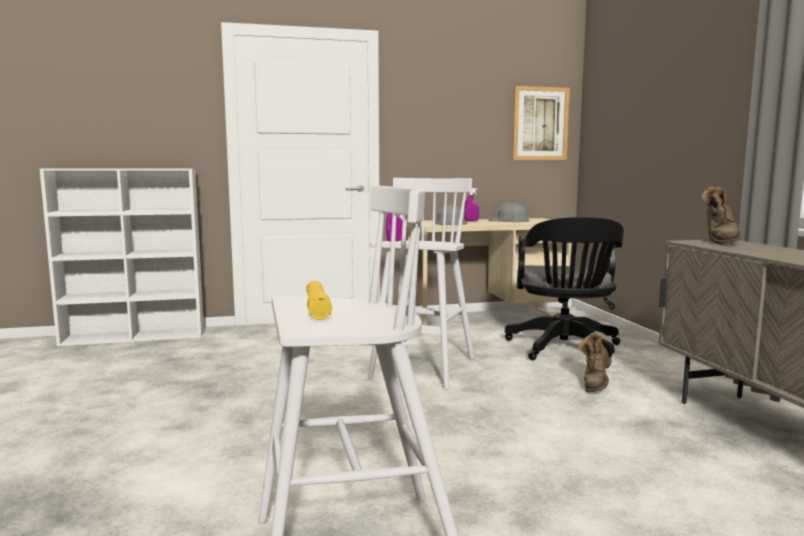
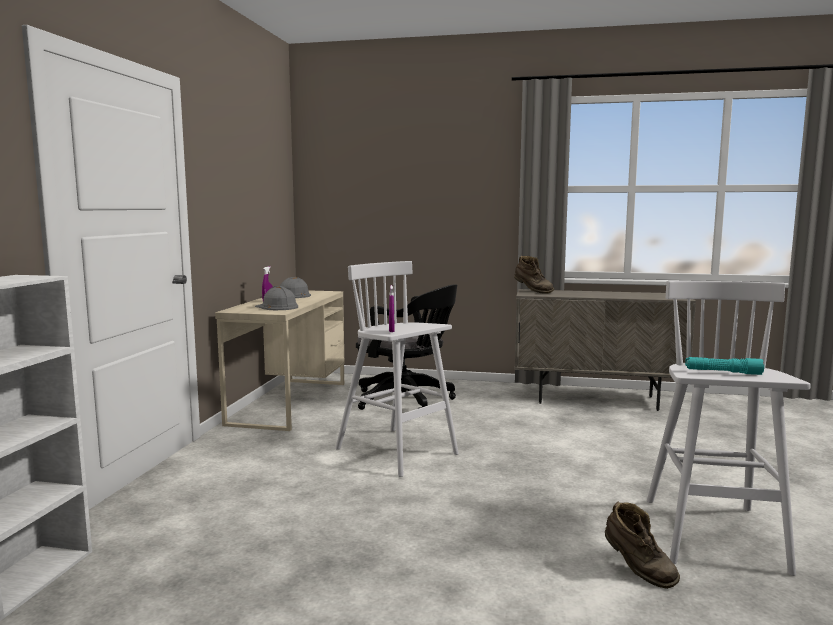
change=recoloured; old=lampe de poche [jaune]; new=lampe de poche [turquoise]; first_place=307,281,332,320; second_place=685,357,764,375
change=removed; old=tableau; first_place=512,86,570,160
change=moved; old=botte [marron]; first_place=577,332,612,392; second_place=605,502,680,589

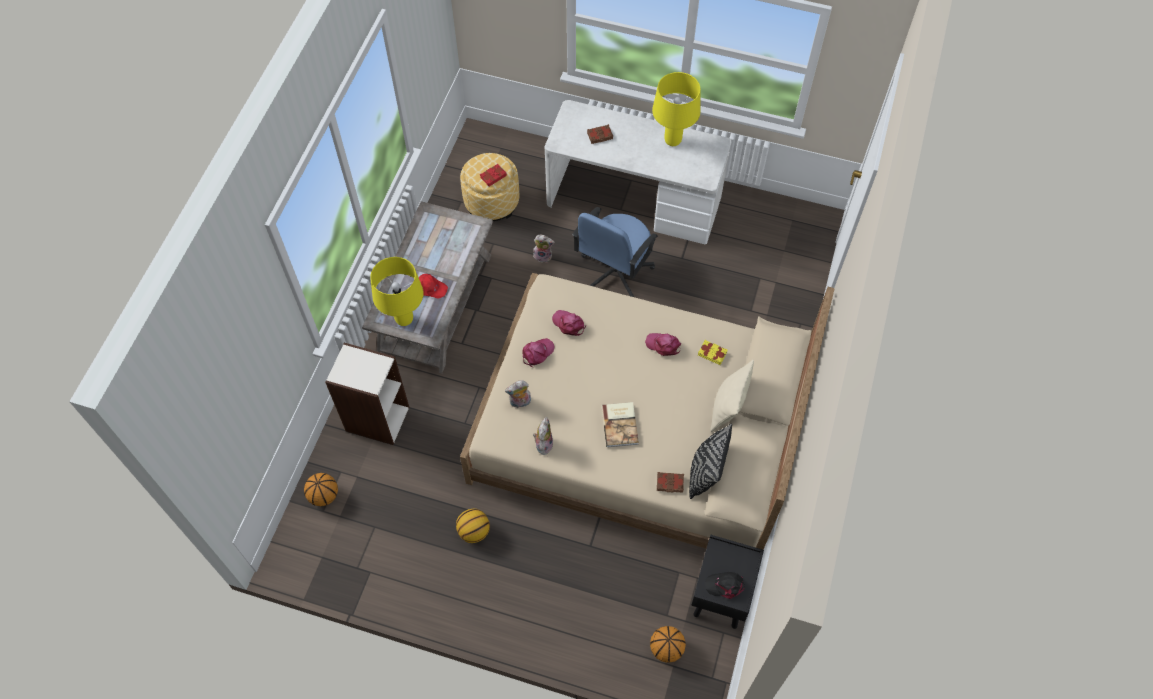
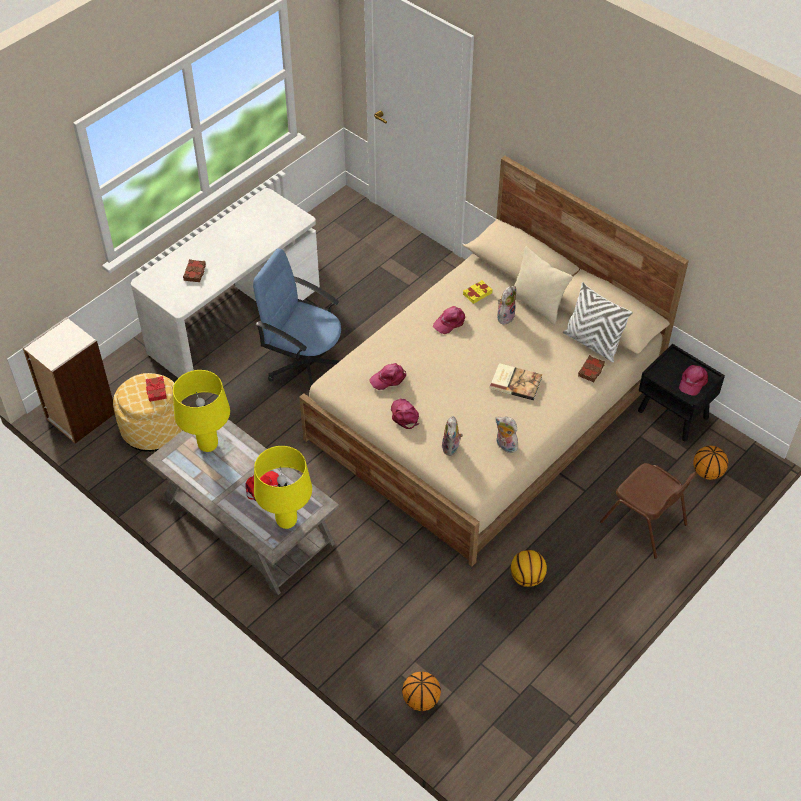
change=moved; old=bibliothèque; first_place=325,343,409,445; second_place=22,317,115,443
change=moved; old=peluche; first_place=533,235,555,263; second_place=497,286,516,325
change=turned; old=chaise de bureau [bleu]; first_place=572,207,658,297; second_place=253,248,341,387; degrees=150
change=moved; old=lampe de table [jaune]; first_place=652,72,700,146; second_place=173,370,230,452
change=recoloured; old=coussin [noir]; new=coussin [blanc]; first_place=689,424,732,499; second_place=563,282,633,362
change=recoloured; old=casquette [noir]; new=casquette [rose]; first_place=705,572,745,599; second_place=679,365,708,396
change=added; new=chaise [marron]; second_place=600,463,698,559

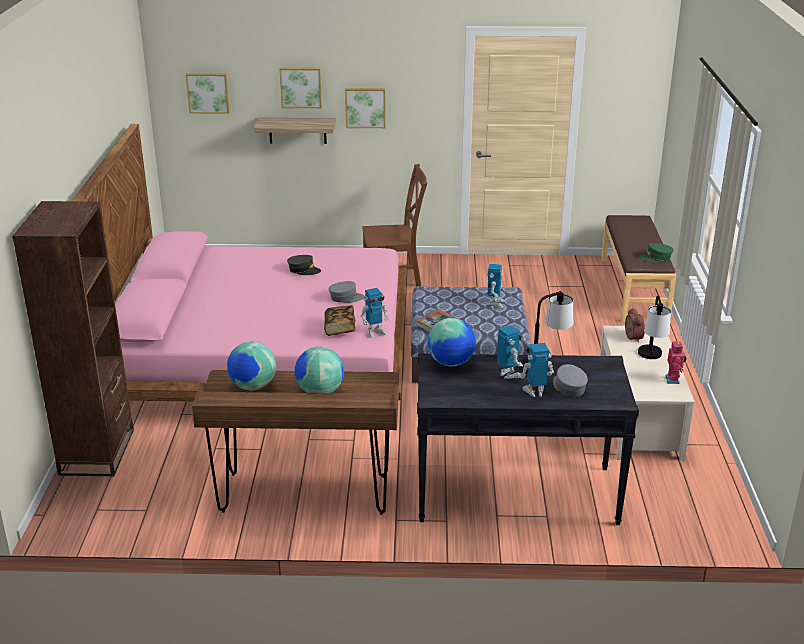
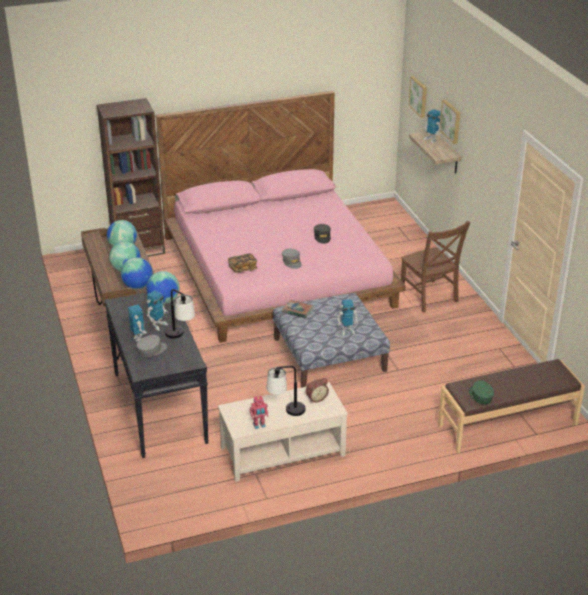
change=removed; old=tableau; first_place=345,88,386,128
change=moved; old=robot jouet; first_place=361,288,389,338; second_place=423,109,441,143
change=added; new=globe; second_place=121,257,153,289

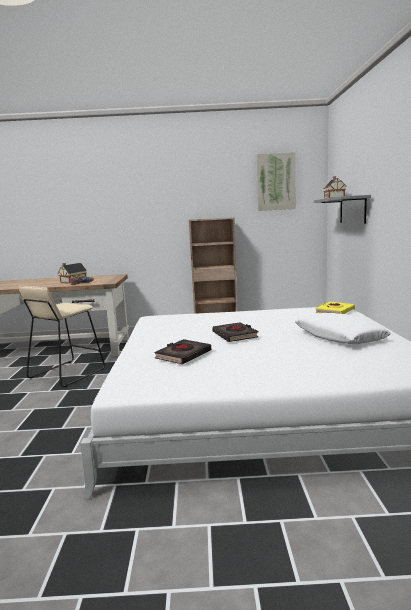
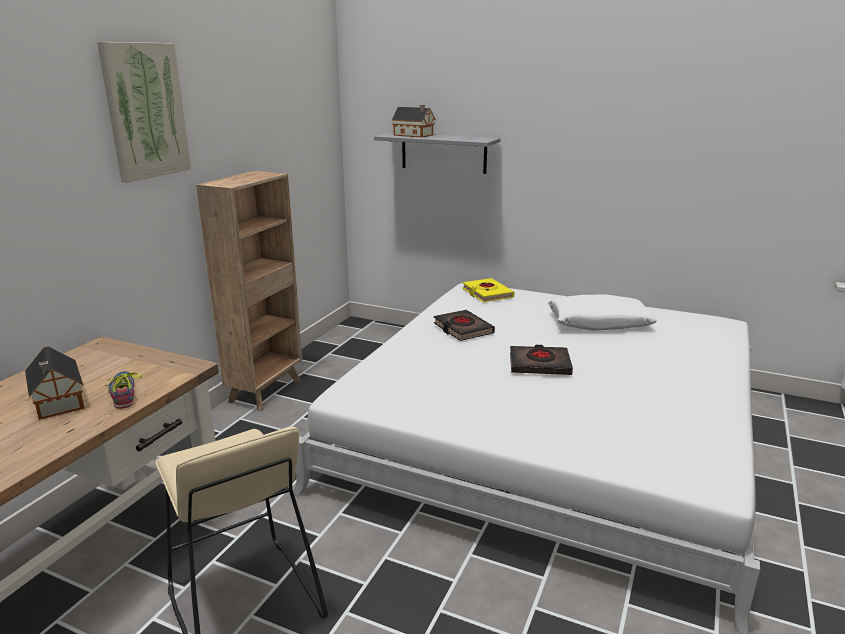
change=moved; old=livre [noir]; first_place=154,339,211,364; second_place=434,310,495,341
change=moved; old=tableau; first_place=257,152,295,211; second_place=97,42,191,183

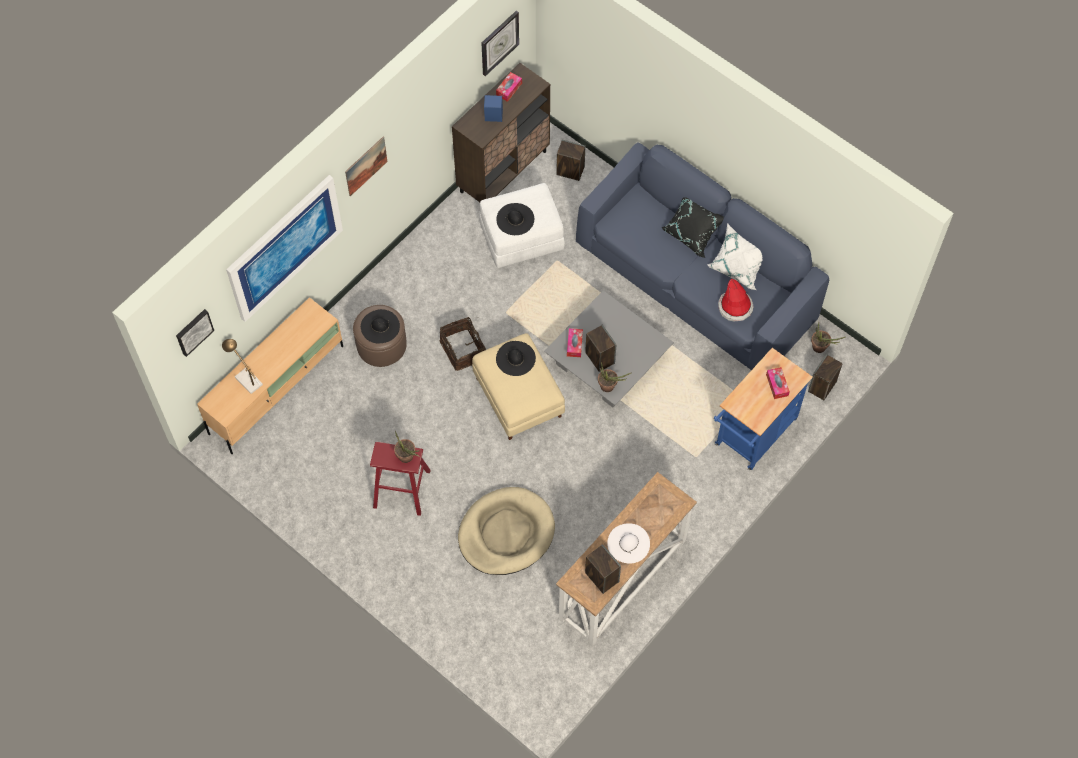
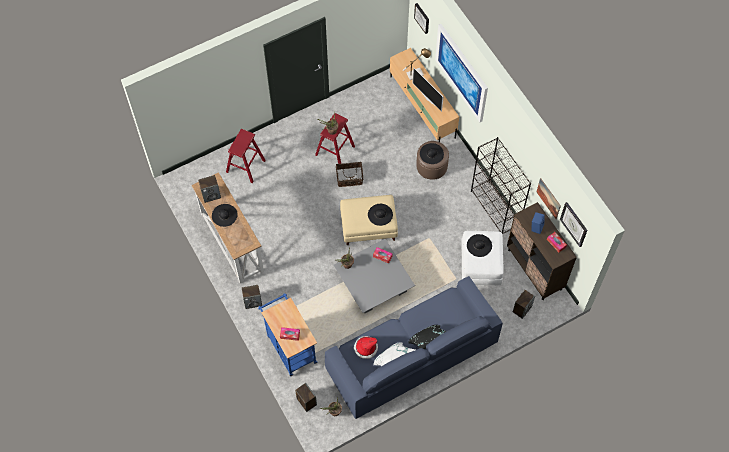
change=moved; old=tableau; first_place=345,137,387,196; second_place=537,178,561,219
change=moved; old=panier; first_place=440,317,486,371; second_place=336,162,363,187
change=removed; old=panier pour chien [beige]; first_place=458,487,555,575
change=moved; old=enceinte; first_place=585,325,617,372; second_place=242,285,262,309
change=recoloured; old=chapeau [blanc]; new=chapeau [noir]; first_place=607,523,650,564; second_place=212,204,238,227
change=added; new=tabouret [rouge]; second_place=226,129,266,183
change=added; new=téléviseur; second_place=413,68,443,112
change=added; new=bibliothèque [noir]; second_place=471,137,531,235

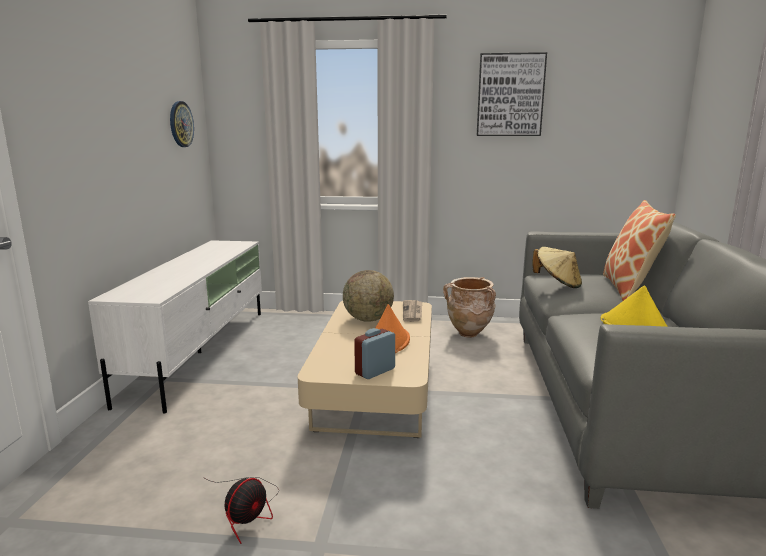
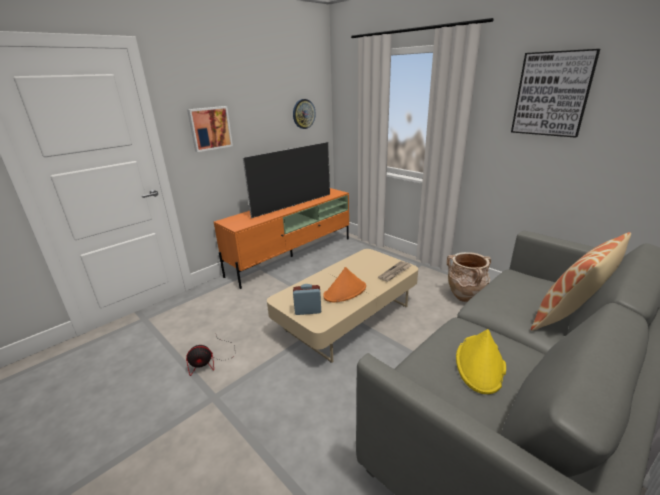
change=recoloured; old=meuble télé [blanc]; new=meuble télé [orange]; first_place=88,240,262,413; second_place=214,188,349,289
change=removed; old=globe; first_place=343,270,394,322
change=removed; old=chapeau [beige]; first_place=533,247,582,288
change=added; new=tableau; second_place=187,106,233,152
change=added; new=téléviseur; second_place=243,142,330,218

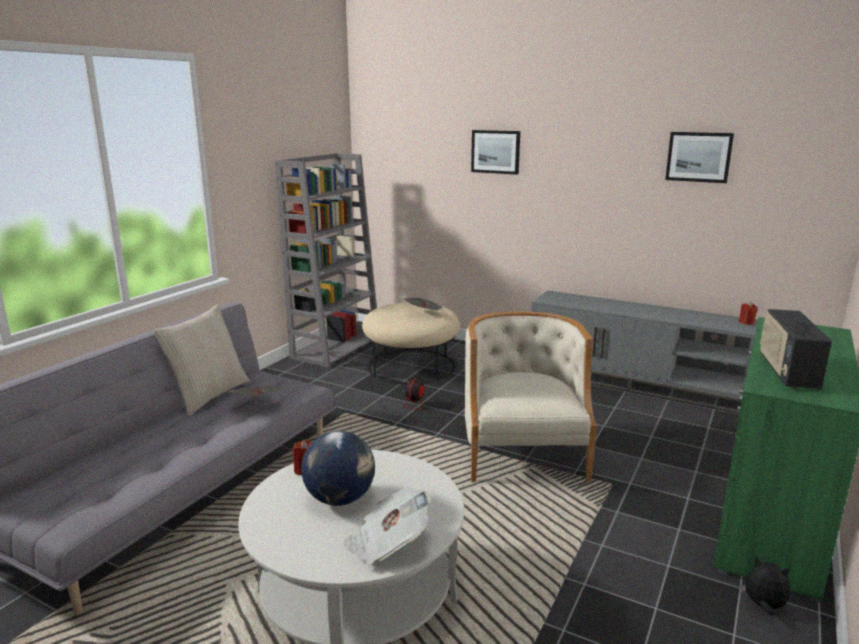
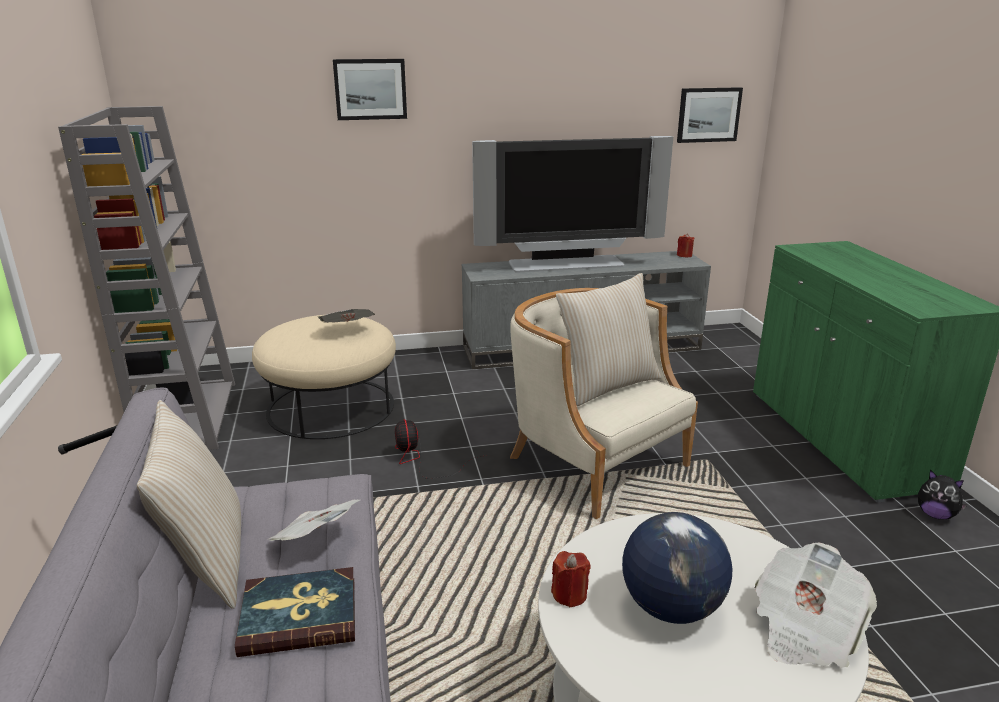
change=moved; old=tableau; first_place=665,132,734,183; second_place=677,87,743,143
change=turned; old=peluche; first_place=739,556,790,616; second_place=918,470,968,519; degrees=-135
change=removed; old=radio; first_place=760,309,832,389
change=added; new=livre; second_place=235,567,355,657
change=added; new=téléviseur; second_place=472,136,673,272
change=added; new=coussin [beige]; second_place=556,273,661,406

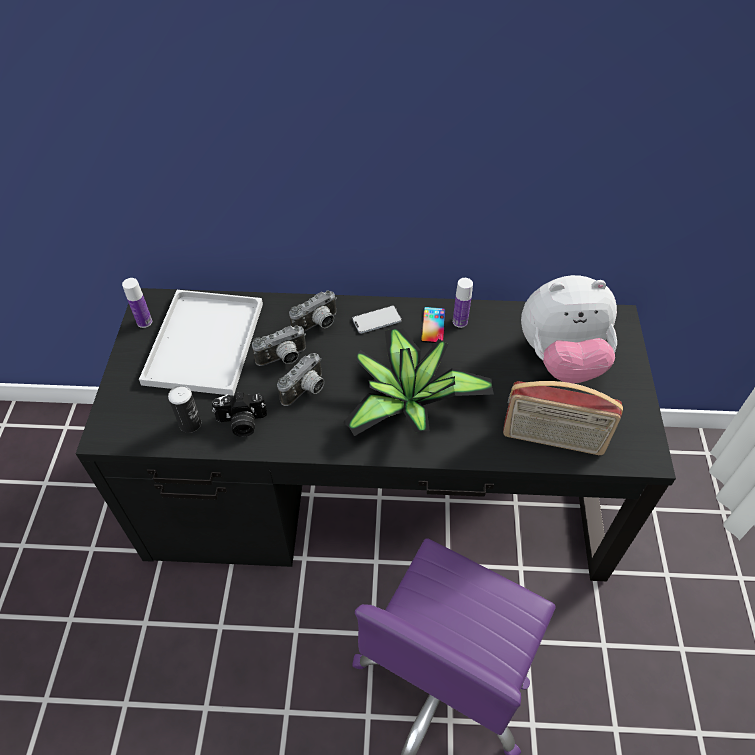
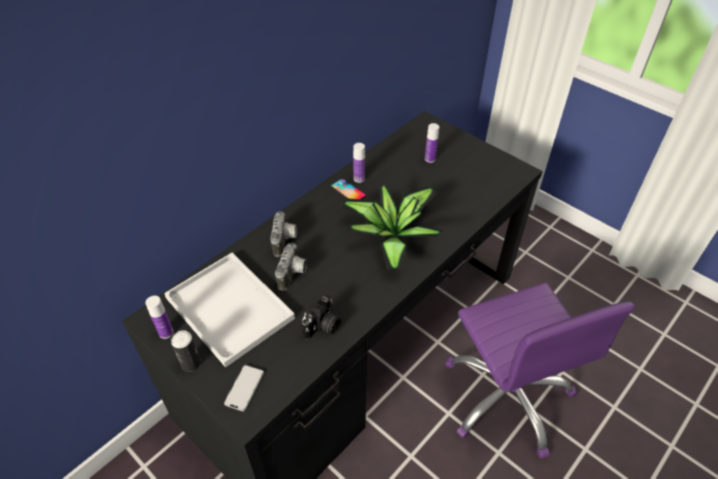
change=moved; old=boîte métallique; first_place=168,385,201,433; second_place=171,331,201,372
change=removed; old=appareil photo; first_place=277,353,325,406
change=moved; old=téléphone; first_place=353,306,402,334; second_place=224,365,264,411
change=removed; old=radio; first_place=503,381,623,455
change=replaced; old=peluche; new=bouteille; first_place=521,275,617,384; second_place=425,123,439,163

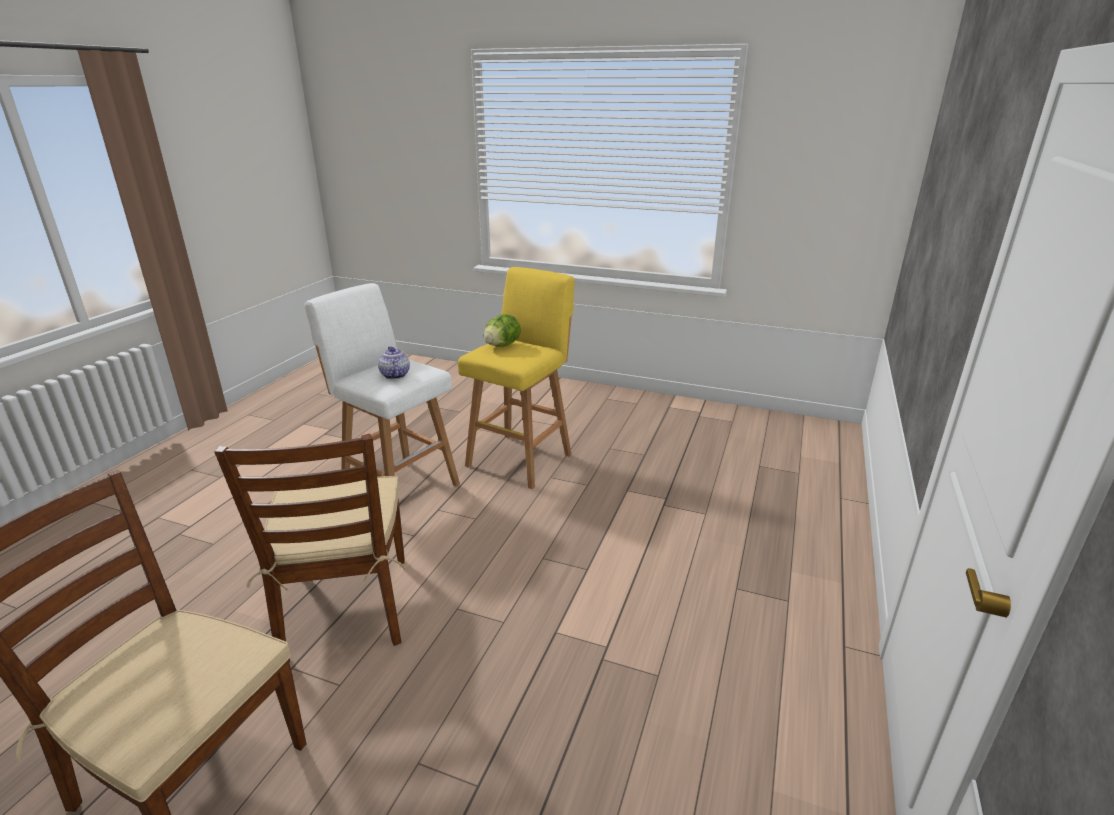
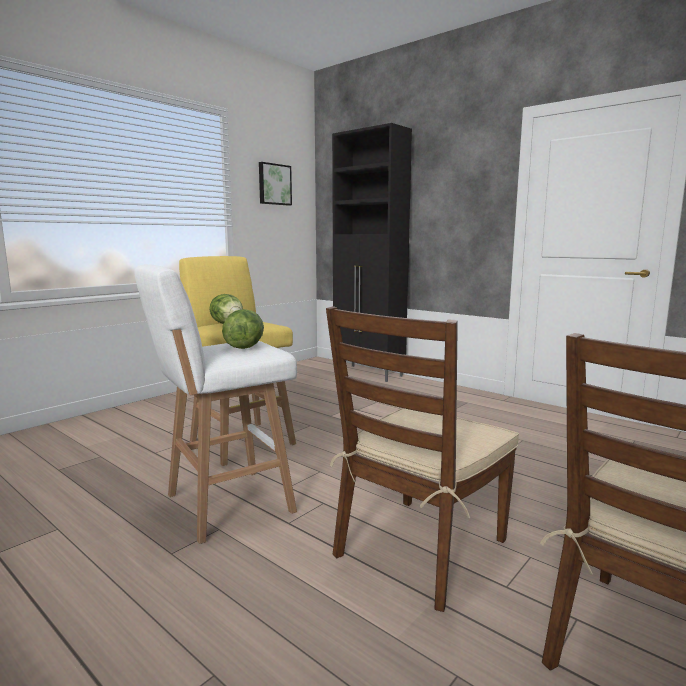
change=turned; old=chaise [marron]; first_place=214,434,406,646; second_place=326,306,519,612; degrees=120
change=replaced; old=théière; new=laitue; first_place=378,347,410,379; second_place=222,309,264,349
change=added; new=tableau; second_place=259,162,292,205
change=added; new=meuble de rangement [noir]; second_place=332,123,412,382

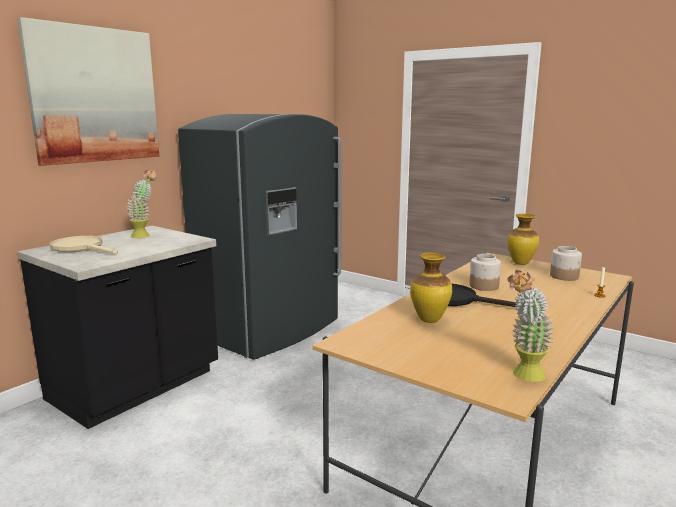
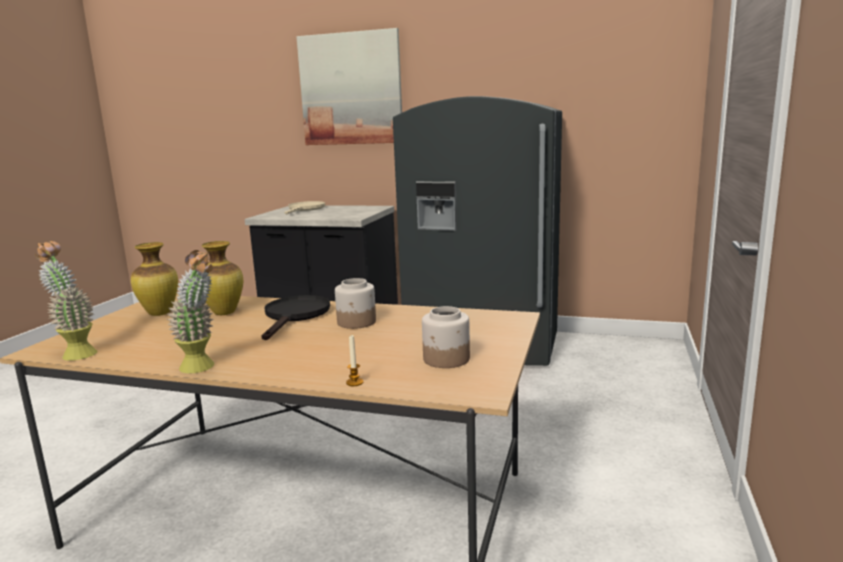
change=moved; old=plante en pot; first_place=126,170,158,238; second_place=167,250,214,373
change=moved; old=vase; first_place=507,214,539,265; second_place=131,242,178,316

